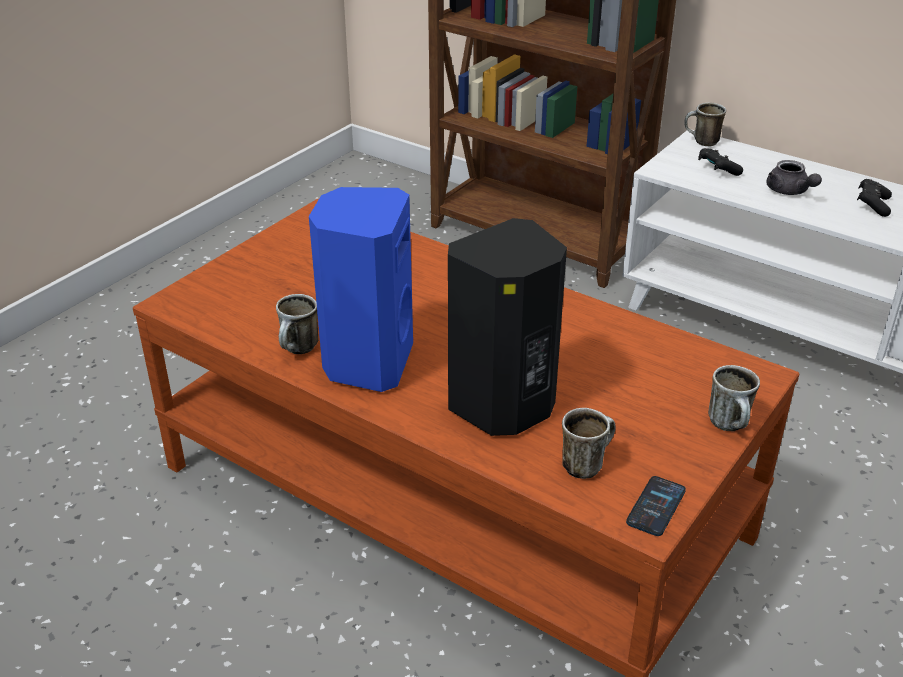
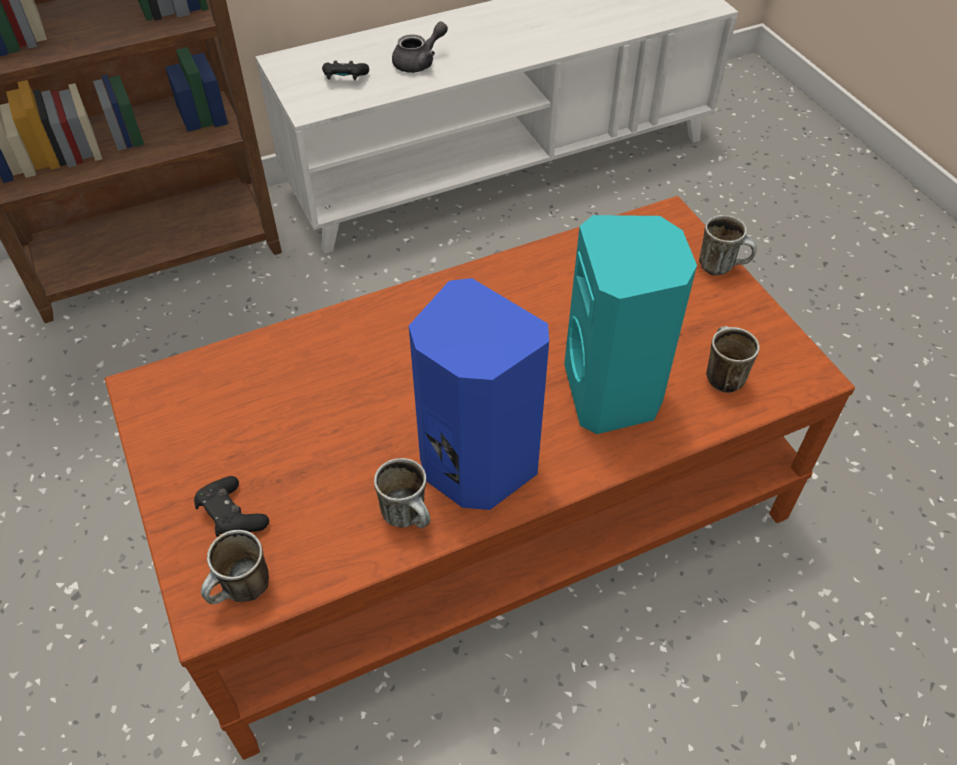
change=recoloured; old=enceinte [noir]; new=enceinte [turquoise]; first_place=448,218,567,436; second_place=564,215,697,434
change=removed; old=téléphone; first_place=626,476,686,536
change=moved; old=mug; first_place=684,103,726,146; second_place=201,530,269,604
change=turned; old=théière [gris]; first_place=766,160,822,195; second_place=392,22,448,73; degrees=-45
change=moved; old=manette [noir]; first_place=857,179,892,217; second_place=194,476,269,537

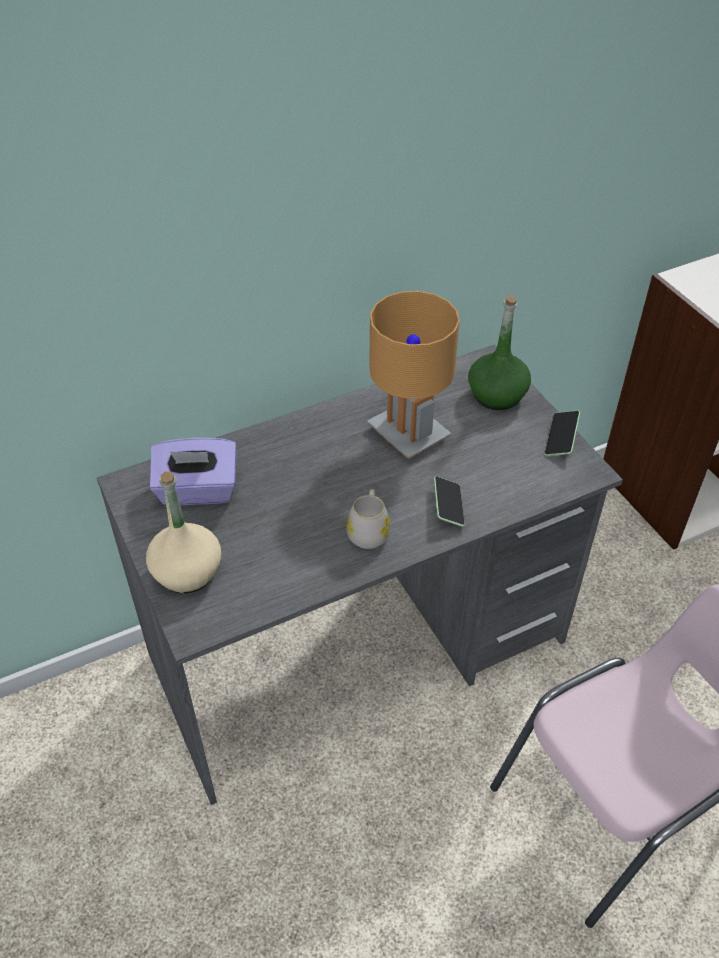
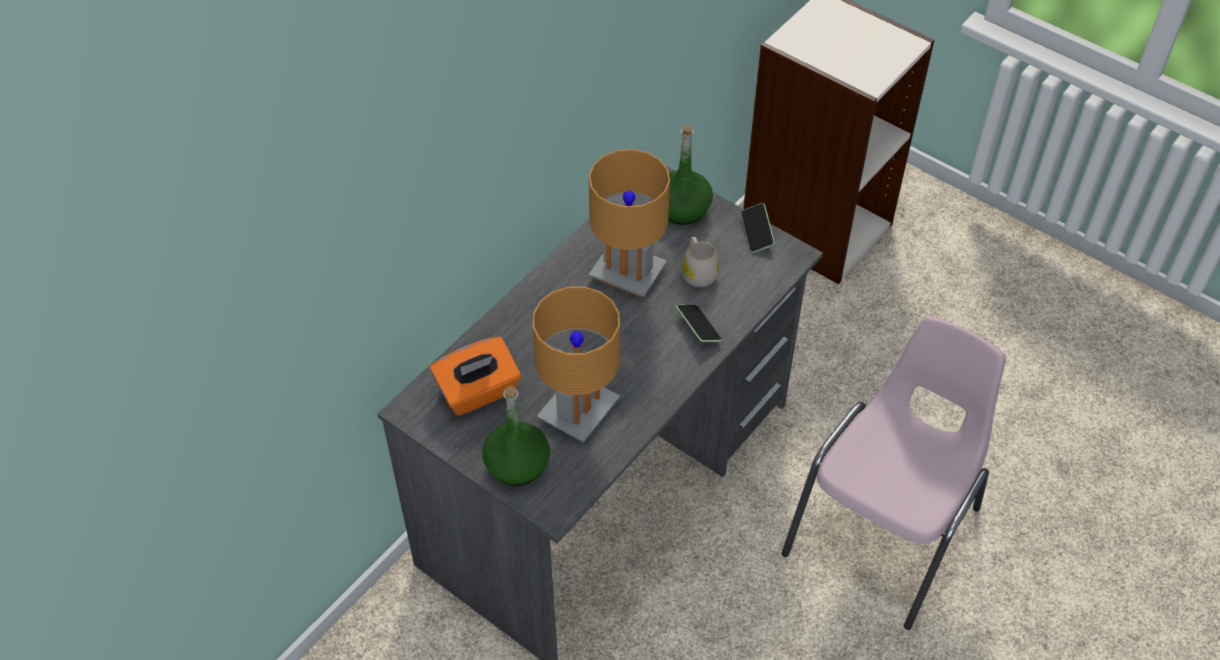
change=recoloured; old=bouteille [beige]; new=bouteille [vert]; first_place=146,471,221,593; second_place=482,386,550,486
change=recoloured; old=boîte à mouchoirs [violet]; new=boîte à mouchoirs [orange]; first_place=150,438,237,506; second_place=430,337,521,416
change=moved; old=mug [blanc]; first_place=346,489,391,549; second_place=682,237,719,287
change=added; new=lampe de table [marron]; second_place=533,287,620,443

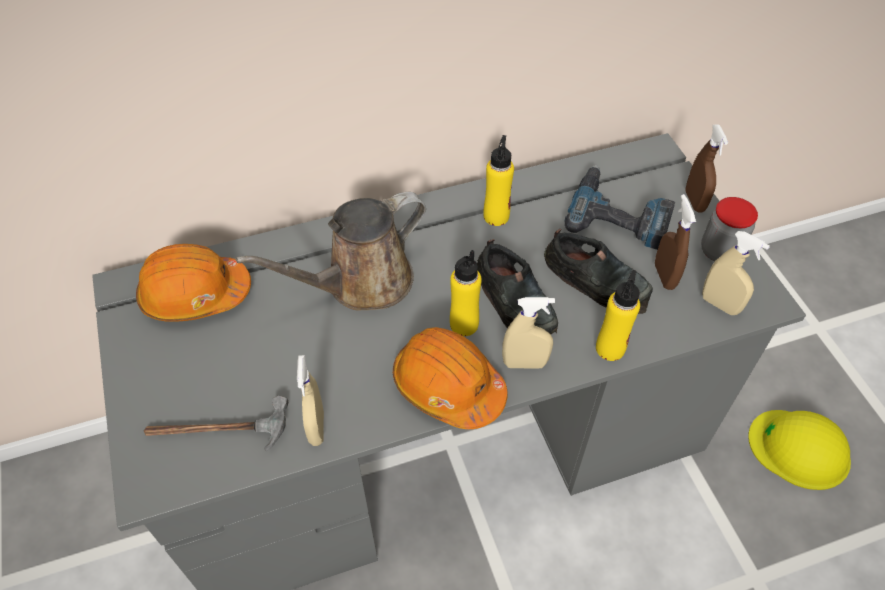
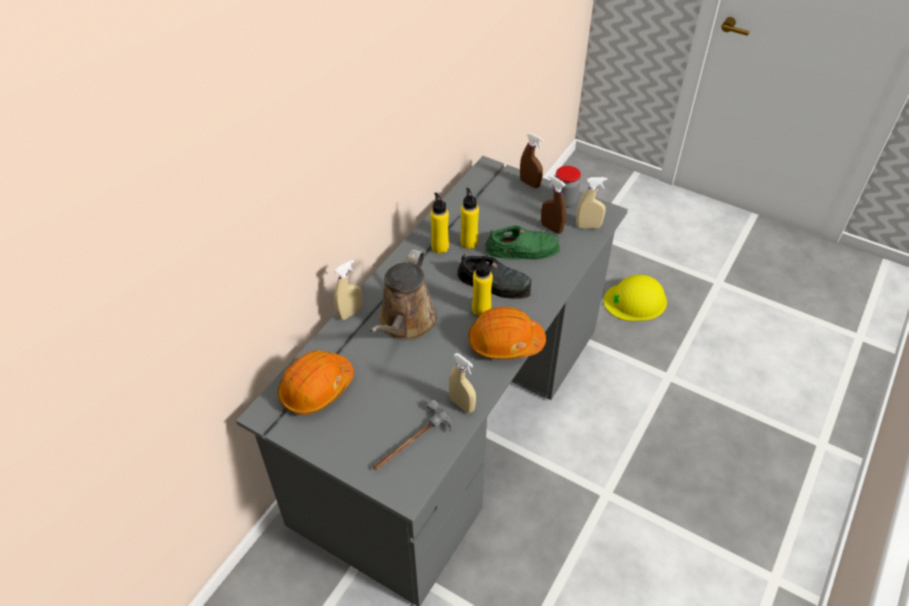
change=moved; old=vaporisateur [beige]; first_place=502,297,555,369; second_place=334,260,362,320
change=recoloured; old=chaussure [noir]; new=chaussure [vert]; first_place=544,229,653,314; second_place=485,225,560,260
change=removed; old=perceuse; first_place=565,165,675,250
change=moved; old=bouteille [jaune]; first_place=596,270,640,361; second_place=460,188,479,249

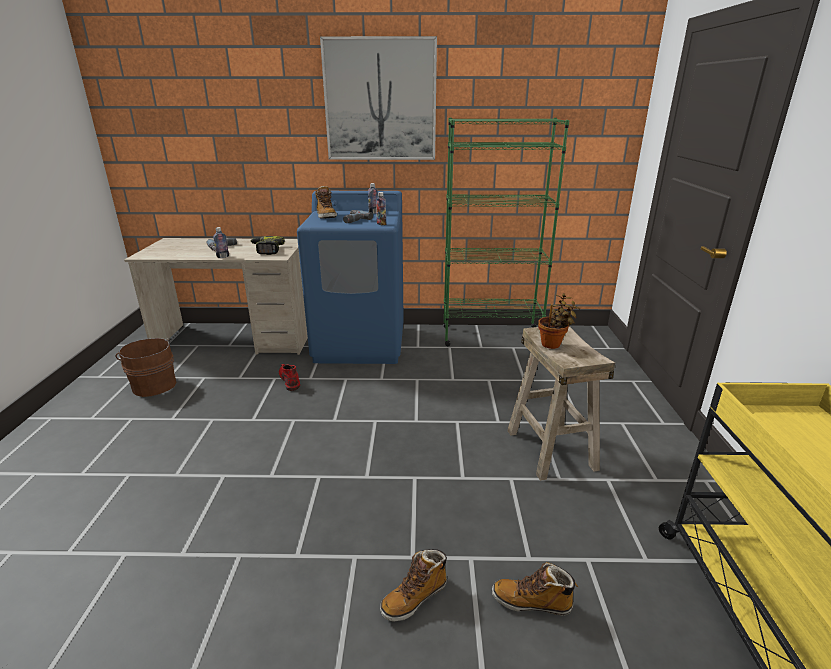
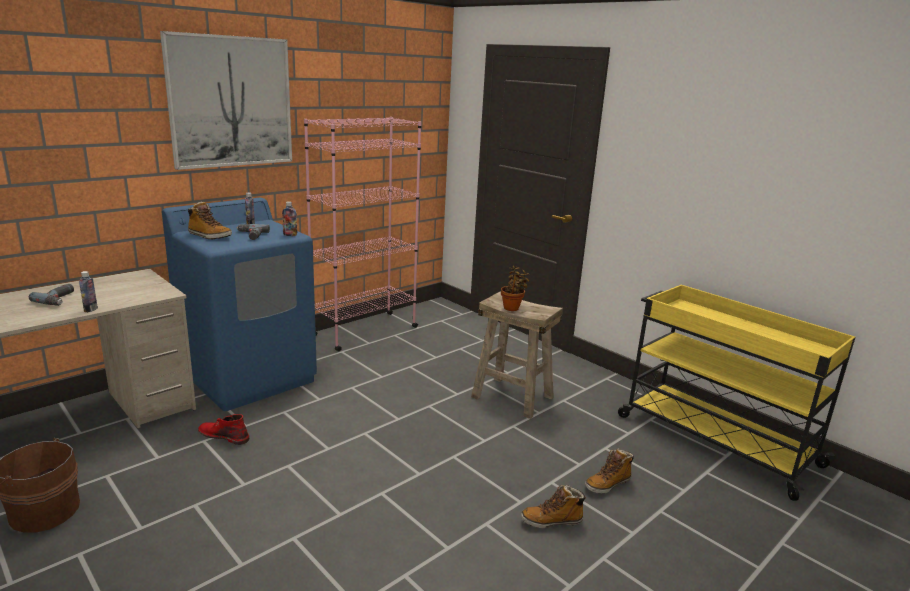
change=removed; old=perceuse; first_place=251,236,285,255
change=turned; old=botte; first_place=380,549,447,622; second_place=521,485,587,528; degrees=75
change=recoloured; old=bibliothèque [vert]; new=bibliothèque [rose]; first_place=444,118,569,346; second_place=304,117,422,352

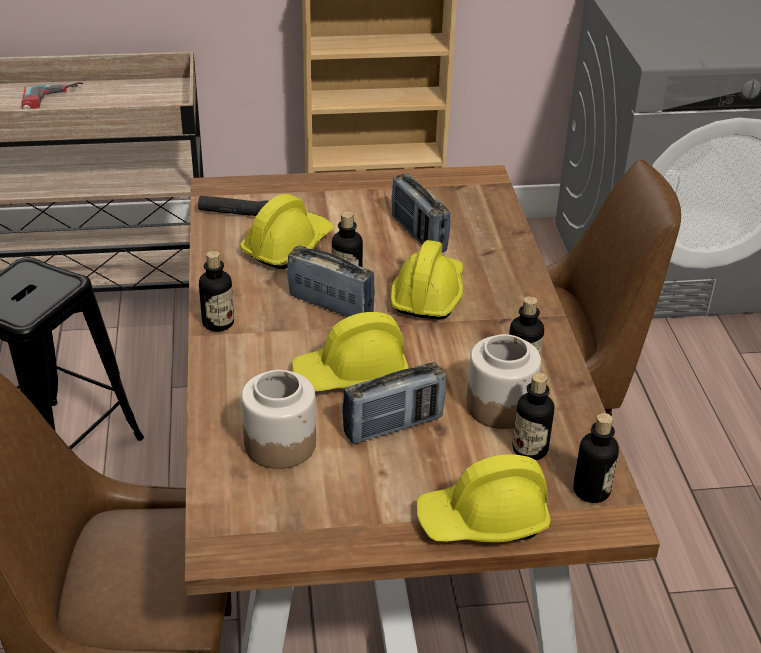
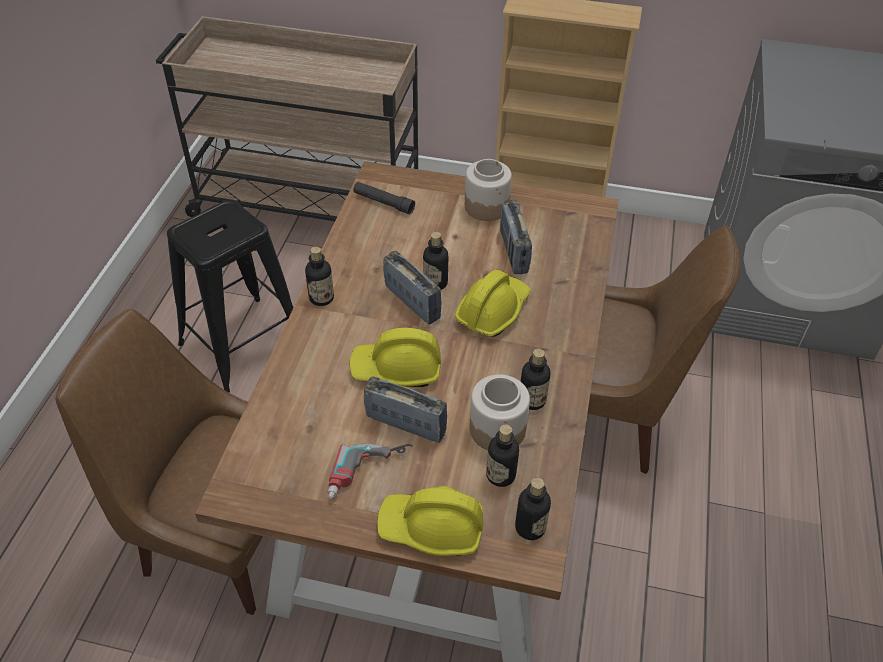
change=moved; old=perceuse; first_place=21,82,83,109; second_place=327,444,413,499
change=removed; old=casque de chantier [jaune]; first_place=240,194,334,269
change=moved; old=bocal; first_place=241,370,316,469; second_place=465,159,512,221
change=turned; old=radio; first_place=342,362,446,444; second_place=364,376,447,442; degrees=-150

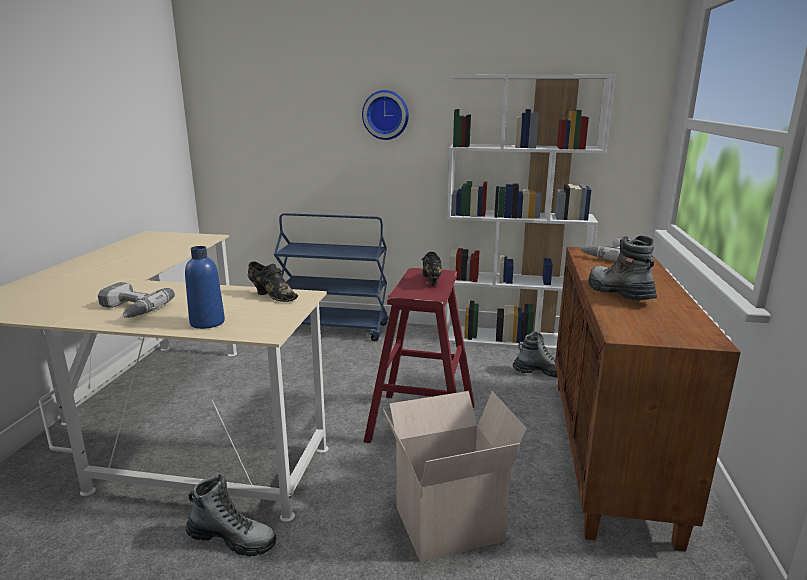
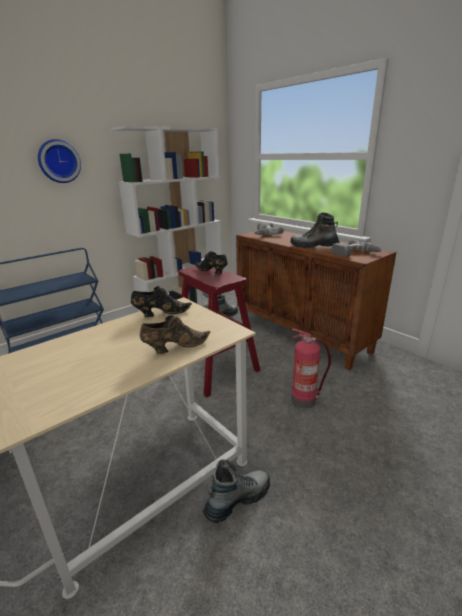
change=moved; old=perceuse; first_place=98,282,175,318; second_place=331,240,382,257
change=replaced; old=bouteille [bleu]; new=chaussure [marron]; first_place=185,246,225,329; second_place=140,315,210,354
change=replaced; old=carton; new=extincteur; first_place=383,391,527,562; second_place=292,329,331,409

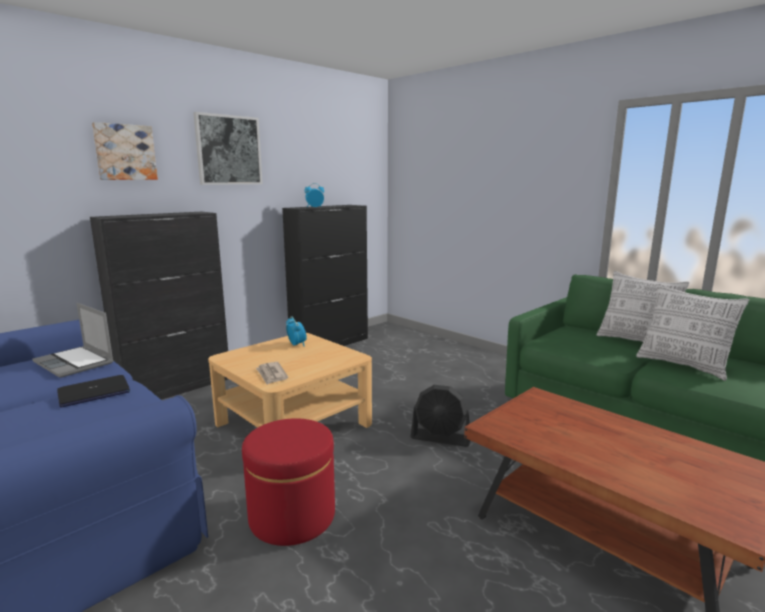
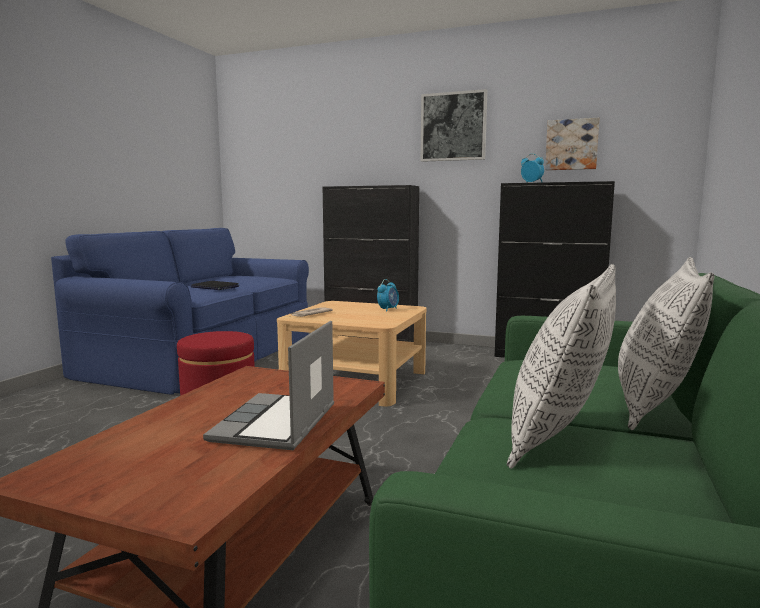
change=moved; old=ordinateur portable; first_place=32,303,114,378; second_place=203,321,334,450
change=moved; old=tableau; first_place=92,122,158,180; second_place=545,118,599,170
change=removed; old=ventilateur [noir]; first_place=411,385,470,447

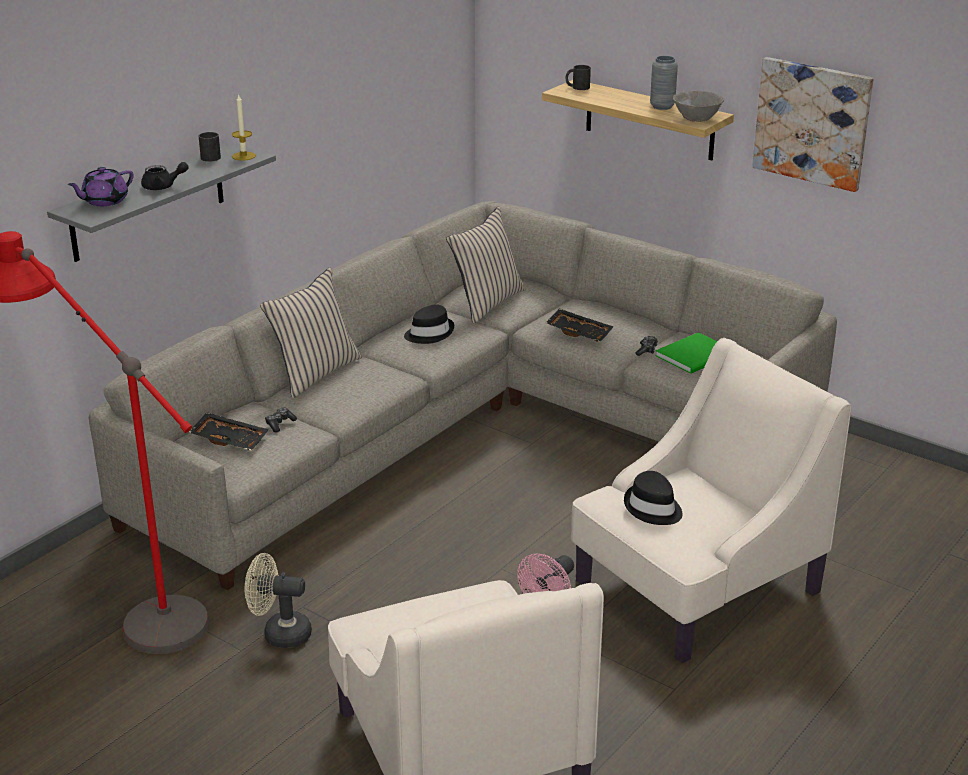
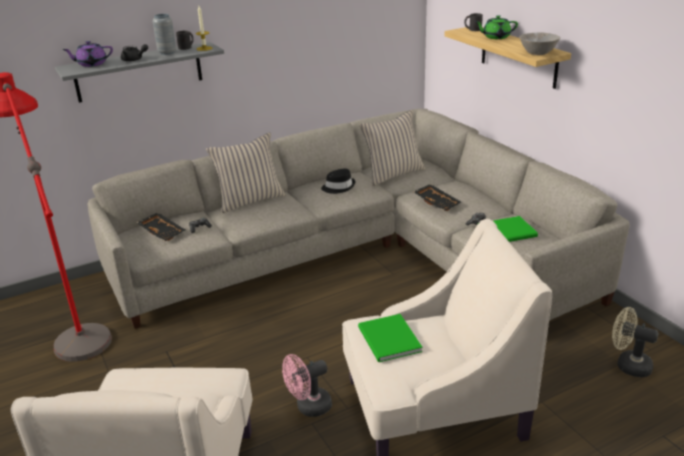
change=moved; old=ventilateur [beige]; first_place=245,553,312,648; second_place=612,307,658,377
change=replaced; old=chapeau [noir]; new=livre [vert]; first_place=624,471,682,525; second_place=358,314,423,362
change=moved; old=vase [gris]; first_place=650,56,678,110; second_place=153,14,176,55
change=removed; old=tableau; first_place=752,57,873,192
change=added; new=théière [vert]; second_place=475,15,518,39

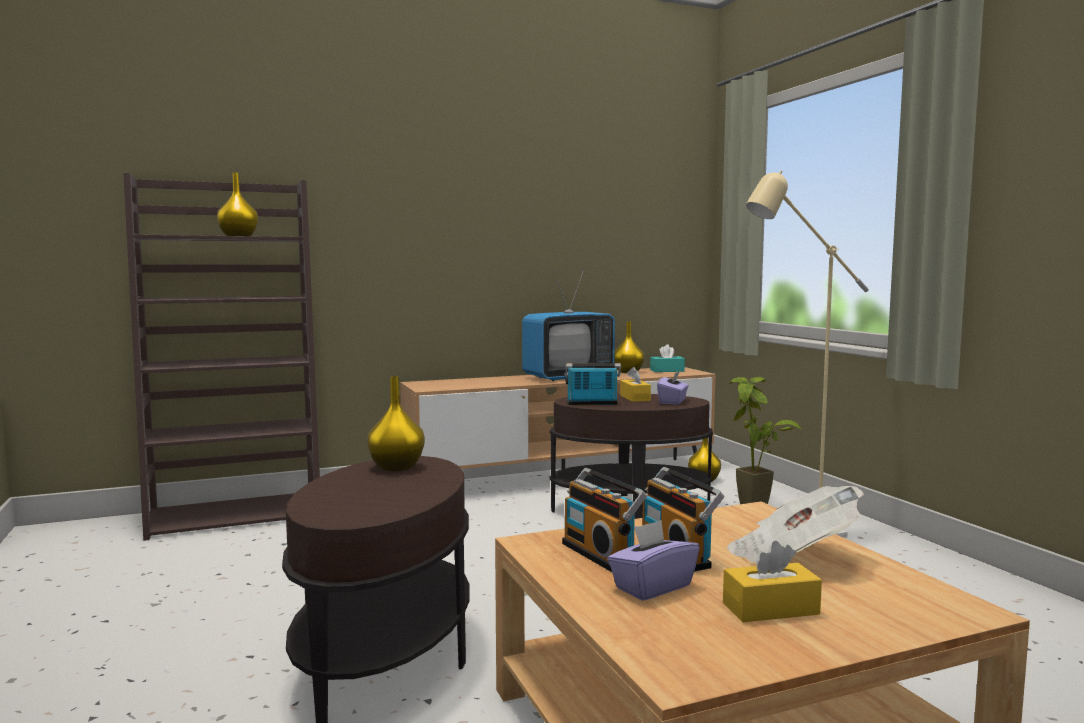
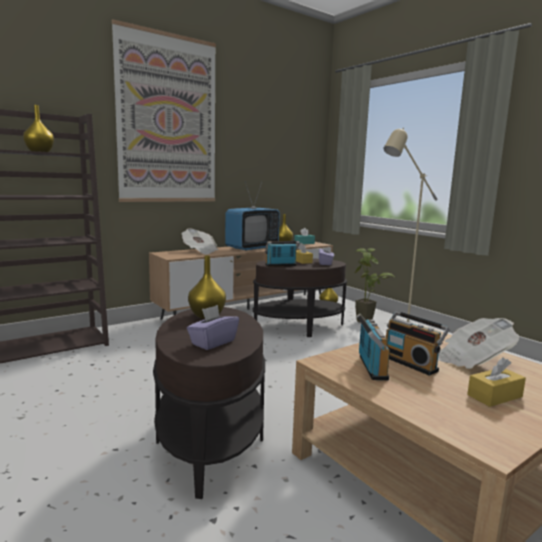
change=turned; old=radio; first_place=562,468,647,572; second_place=357,313,390,380; degrees=-135
change=moved; old=boîte à mouchoirs [violet]; first_place=607,520,700,601; second_place=187,305,239,350
change=added; new=tableau; second_place=112,19,216,202
change=added; new=journal; second_place=181,228,219,255

